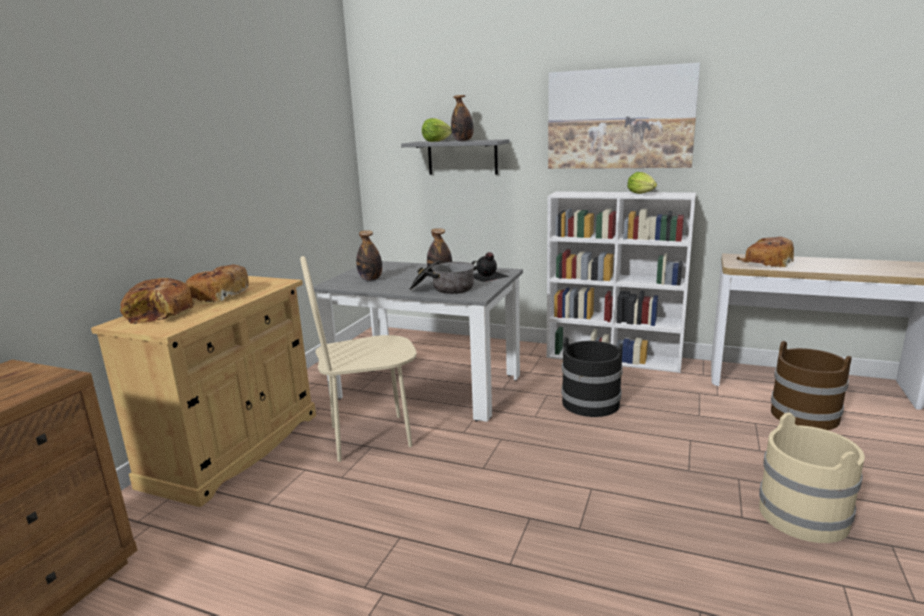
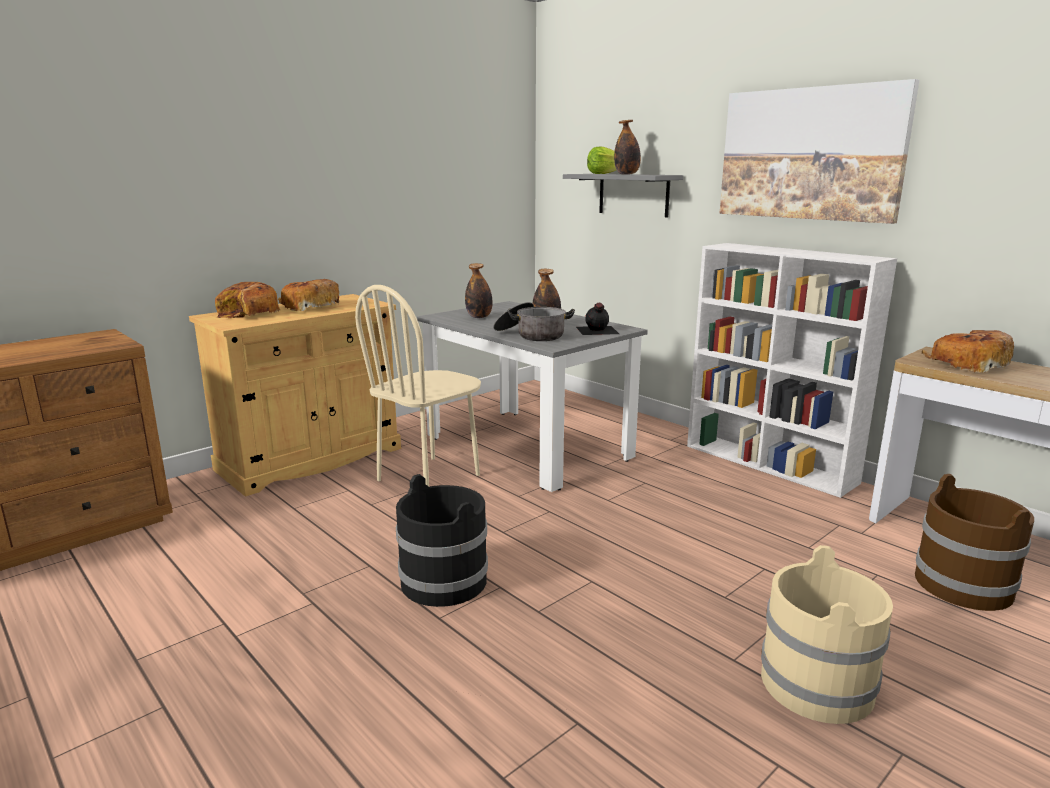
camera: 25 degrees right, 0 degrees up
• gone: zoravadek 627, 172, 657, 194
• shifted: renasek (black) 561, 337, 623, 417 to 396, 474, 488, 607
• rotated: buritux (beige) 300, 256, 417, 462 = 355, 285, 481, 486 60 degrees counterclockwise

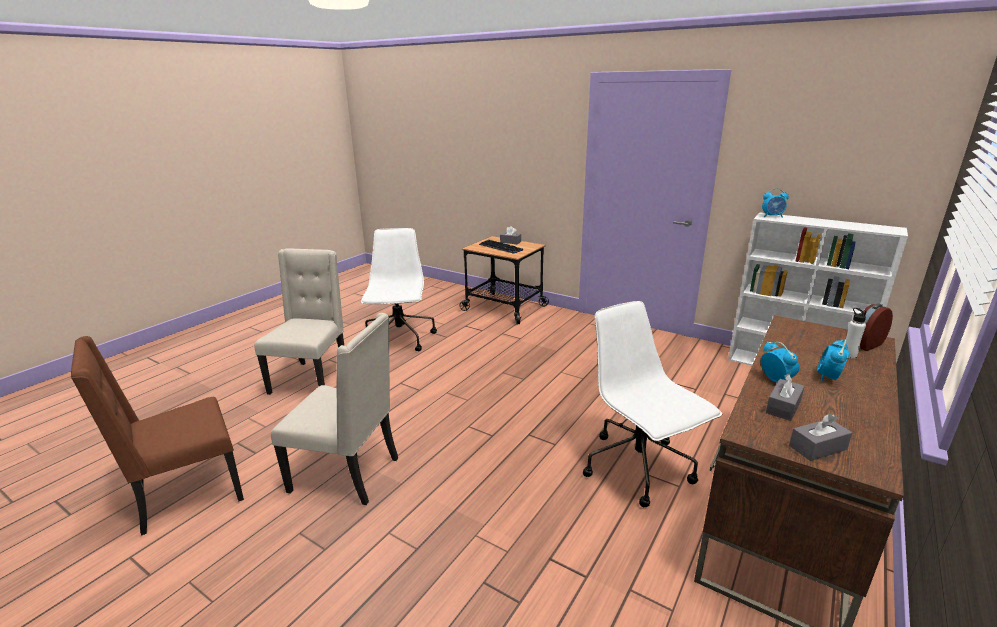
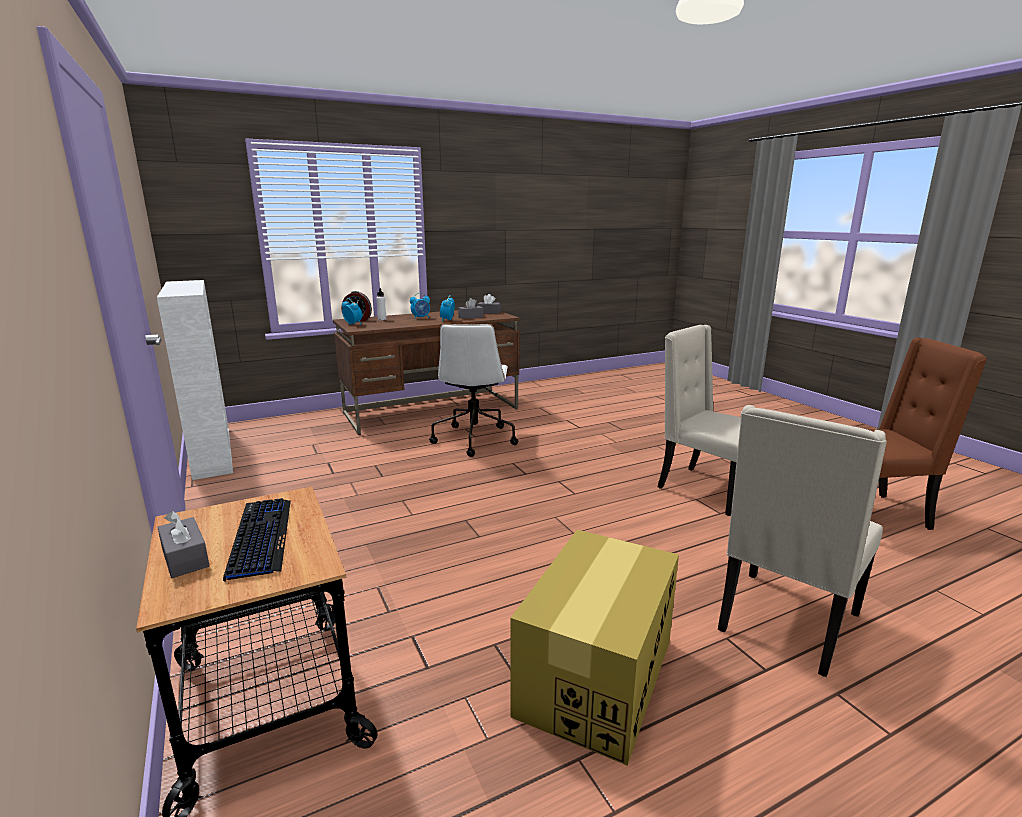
camera: 150 degrees left, 5 degrees down
• shifted: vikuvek 762, 188, 789, 218 to 342, 298, 362, 324
• swapped: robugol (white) 361, 228, 437, 351 to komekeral 510, 530, 679, 766

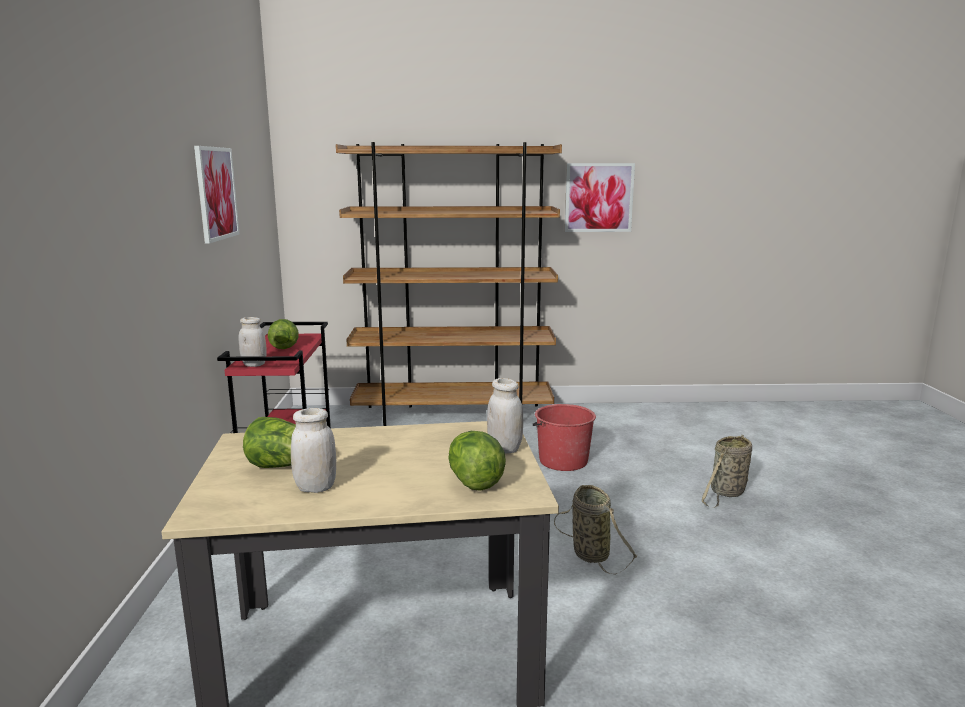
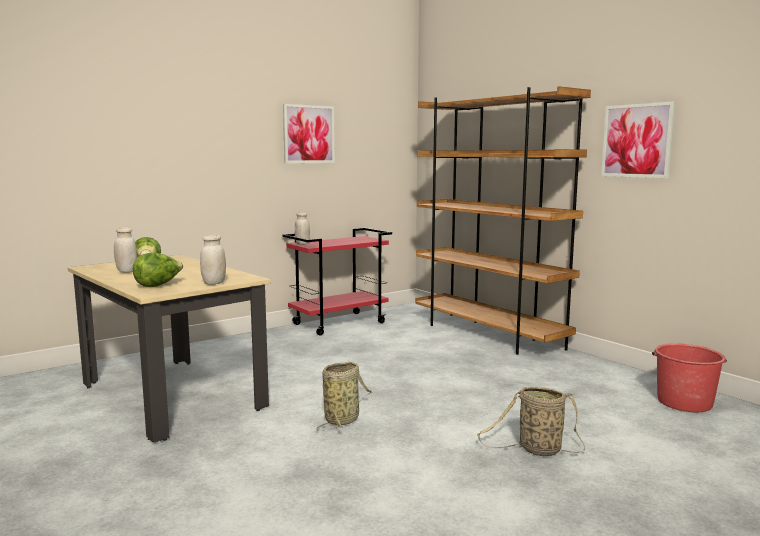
camera: 55 degrees right, 5 degrees down
• gone: zoravadek 268, 319, 299, 349
• shifted: renasek (red) 533, 404, 596, 471 to 652, 343, 727, 412

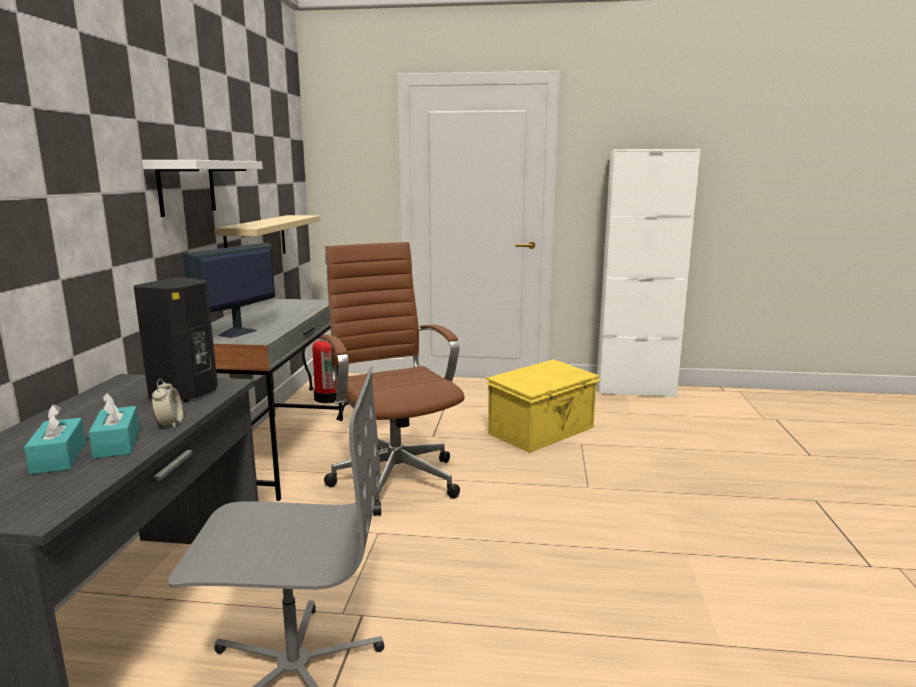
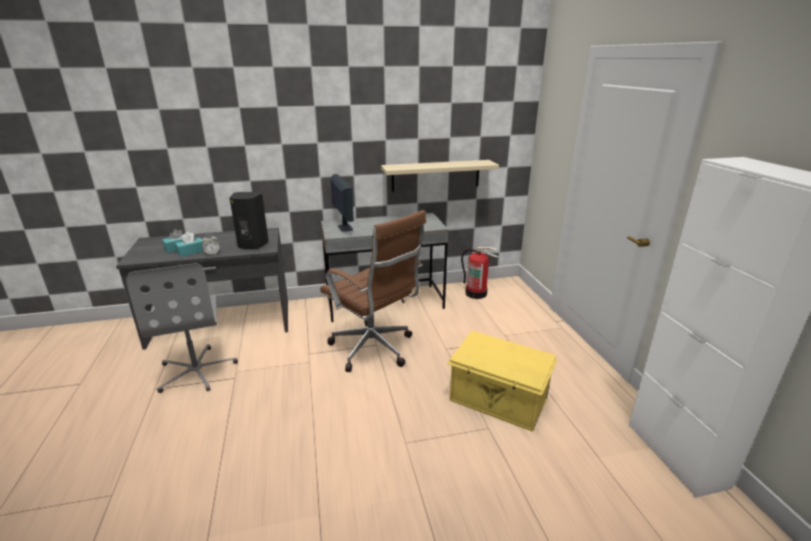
camera: 70 degrees right, 10 degrees up
• gone: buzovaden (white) 142, 160, 263, 217
• rotated: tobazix 183, 243, 275, 338 = 331, 174, 354, 232 60 degrees clockwise
• rotated: robugol (brown) 320, 242, 464, 516 = 320, 210, 426, 372 90 degrees clockwise

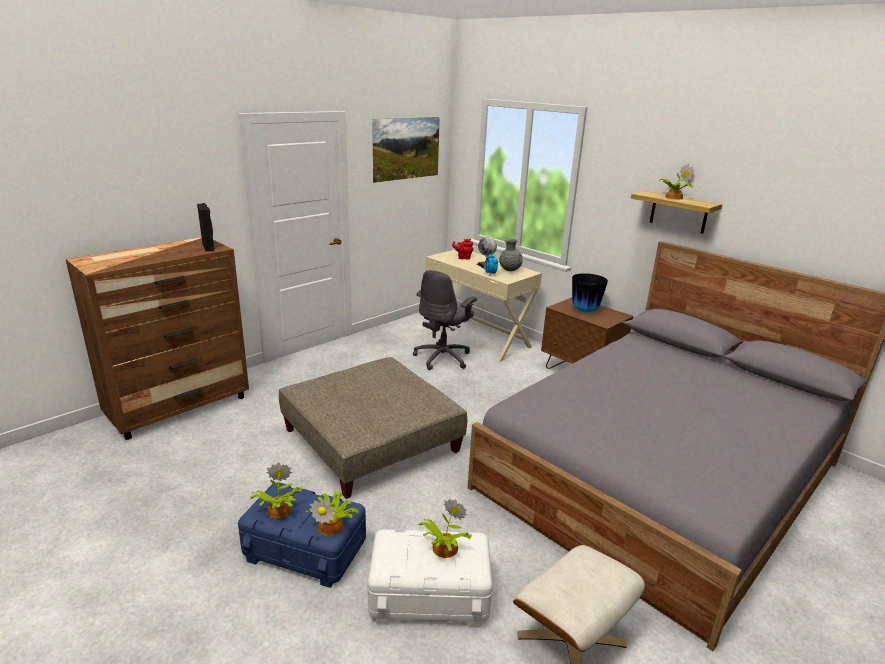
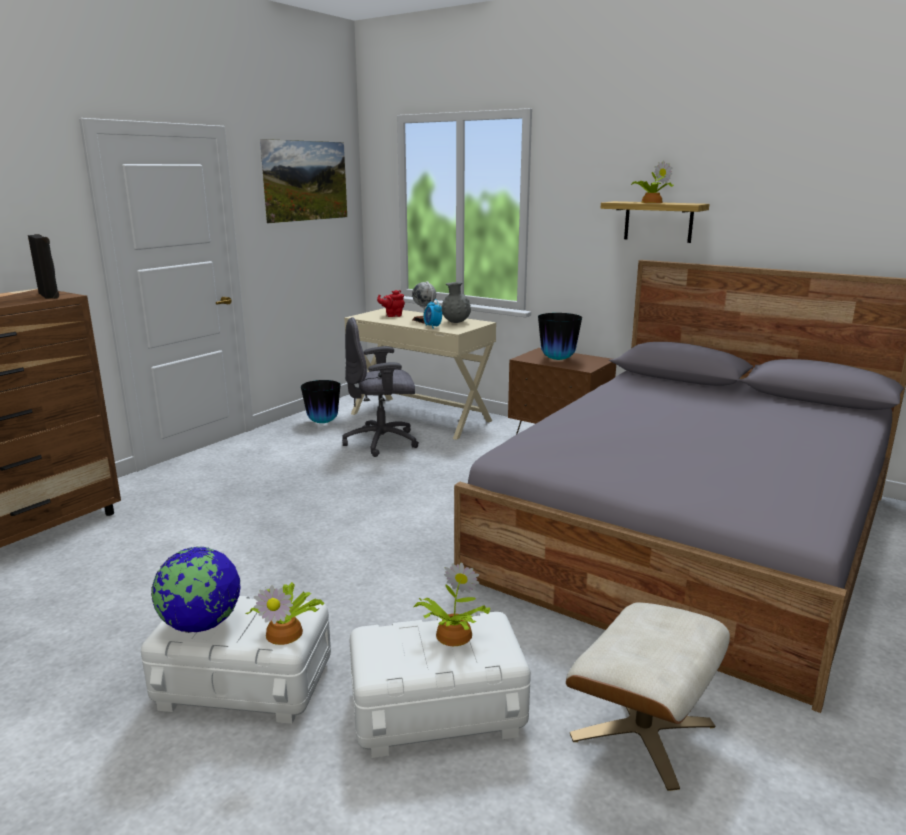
camera: 10 degrees left, 5 degrees down
• gone: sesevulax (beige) 279, 357, 468, 499
• new: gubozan 301, 380, 340, 423
• swapped: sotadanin 250, 463, 302, 518 to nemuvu 151, 546, 241, 633
• repainted: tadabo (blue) 238, 482, 366, 588 to tadabo (white) 141, 596, 331, 724
• rotated: robugol (grey) 413, 270, 477, 370 = 342, 317, 419, 457 60 degrees clockwise

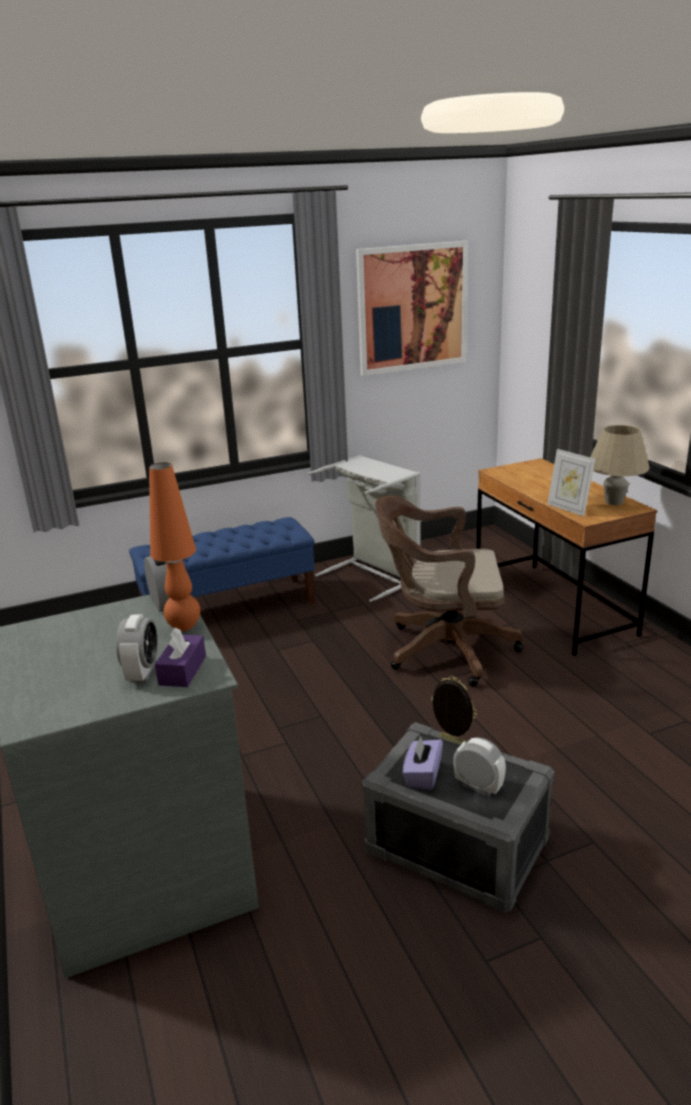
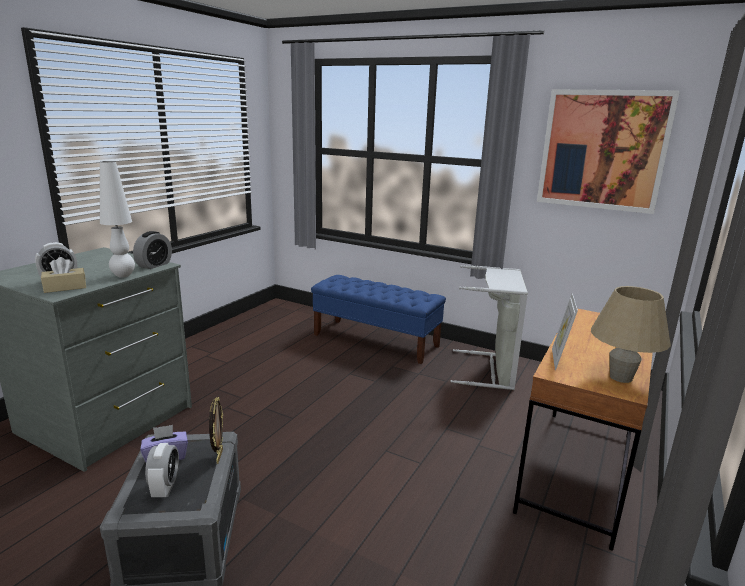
camera: 50 degrees right, 5 degrees down
• gone: robugol (brown) 375, 496, 523, 687
• repainted: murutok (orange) 149, 462, 200, 631 to murutok (white) 100, 161, 135, 278
• repainted: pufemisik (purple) 155, 627, 206, 687 to pufemisik (beige) 41, 257, 86, 293

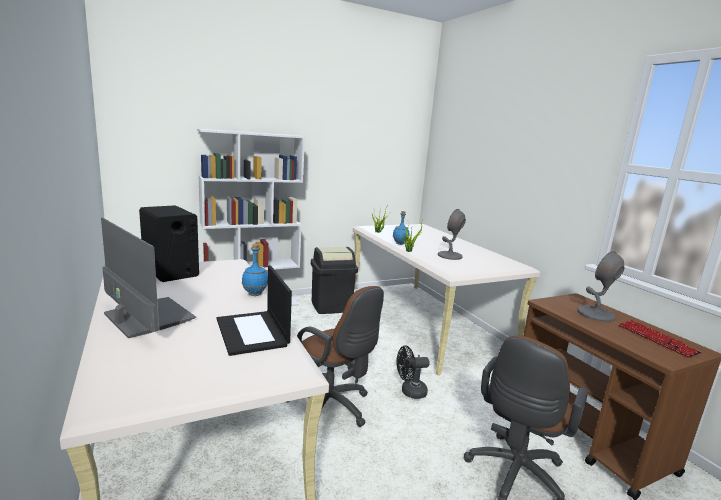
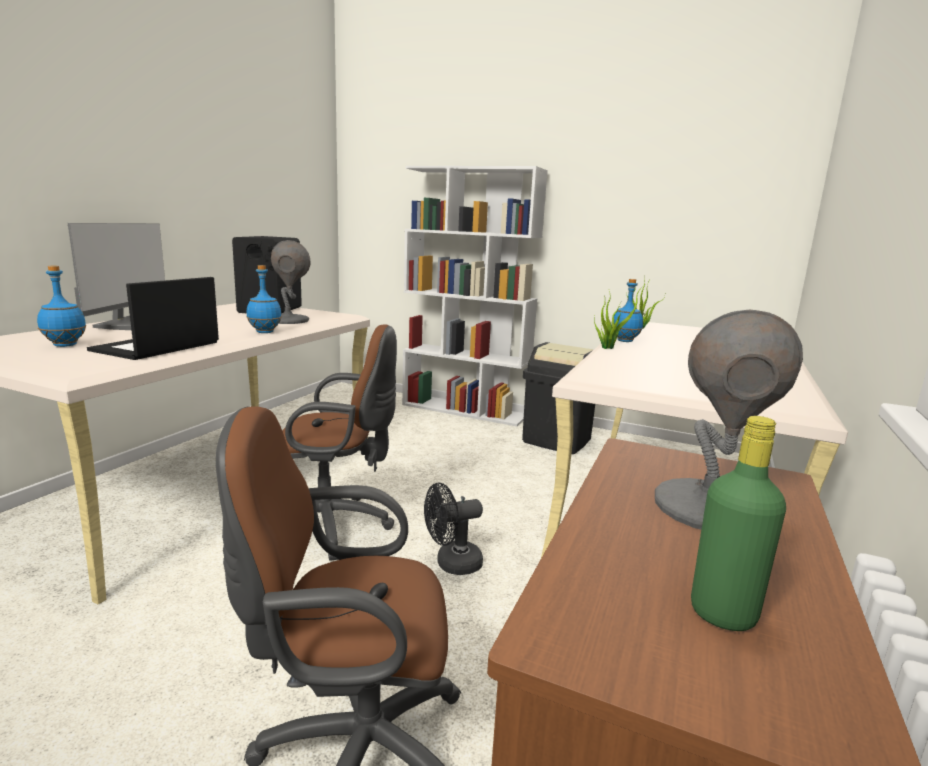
camera: 50 degrees right, 0 degrees up
• new: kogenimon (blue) 37, 266, 86, 347
• shifted: murutok (grey) 438, 209, 466, 260 to 271, 240, 310, 324
• swapped: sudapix 618, 320, 702, 358 to kogenimon (green) 691, 416, 786, 631
• rotated: robugol (brown) 287, 286, 384, 427 = 282, 324, 397, 561 90 degrees counterclockwise
• rotated: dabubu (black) 396, 346, 430, 399 = 424, 483, 483, 575 60 degrees counterclockwise

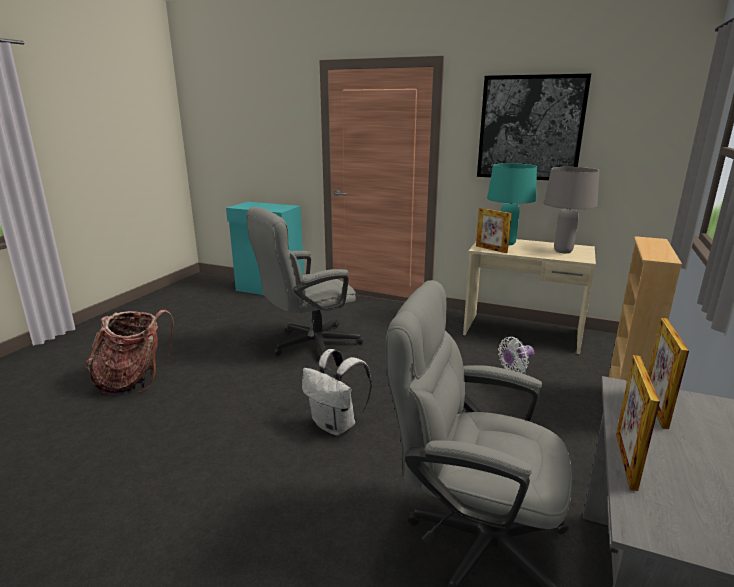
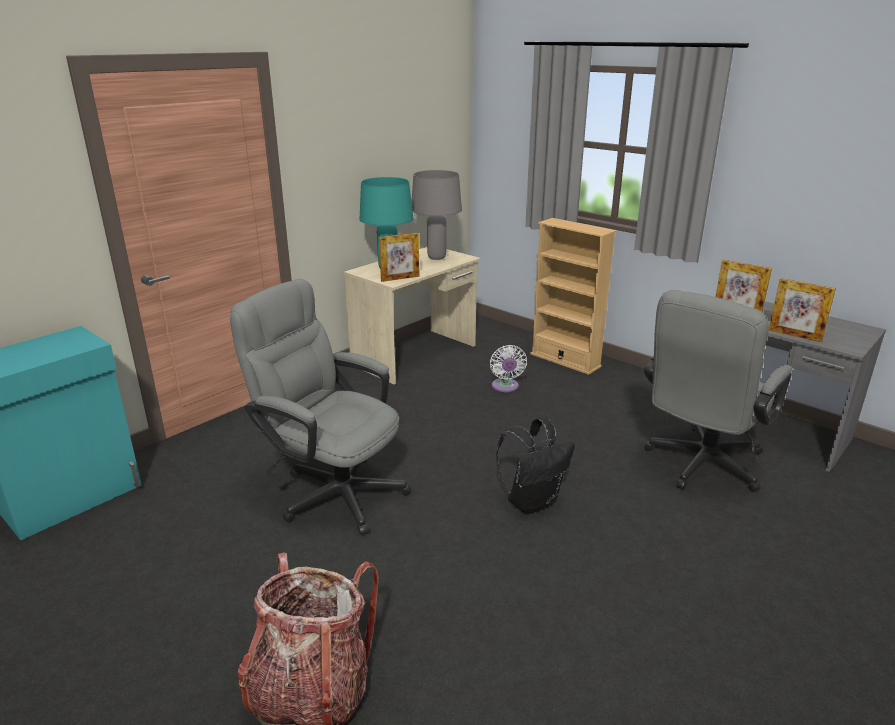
camera: 70 degrees left, 5 degrees up
• gone: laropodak 477, 74, 591, 180
• repainted: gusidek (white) 302, 349, 372, 436 to gusidek (black) 496, 417, 575, 514
• rotated: robugol (grey) 246, 207, 363, 356 = 230, 279, 411, 535 135 degrees clockwise

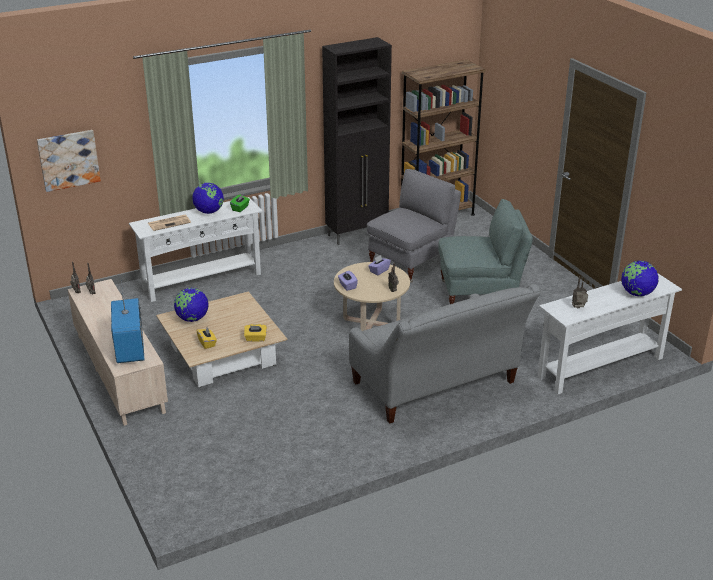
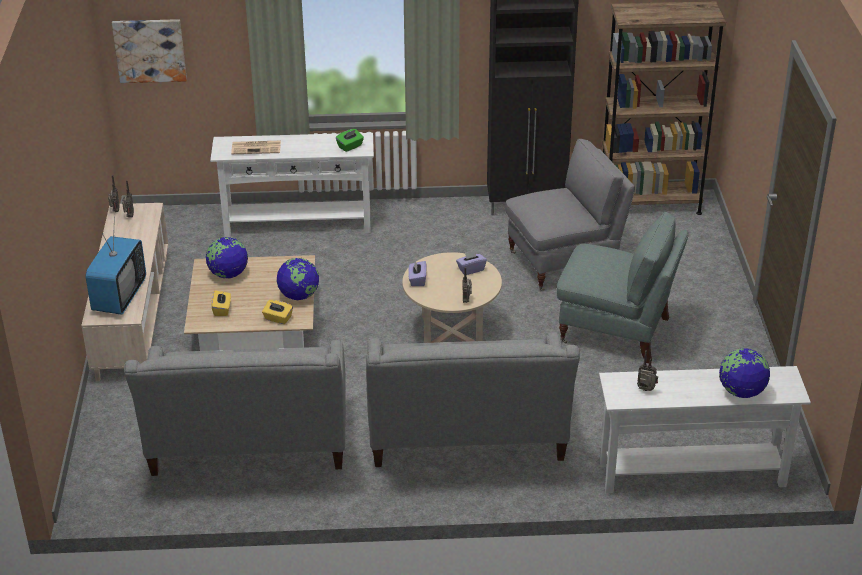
camera: 25 degrees right, 5 degrees up
• new: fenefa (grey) 124, 340, 346, 476
• shifted: nemuvu 192, 183, 224, 214 to 277, 258, 319, 300

